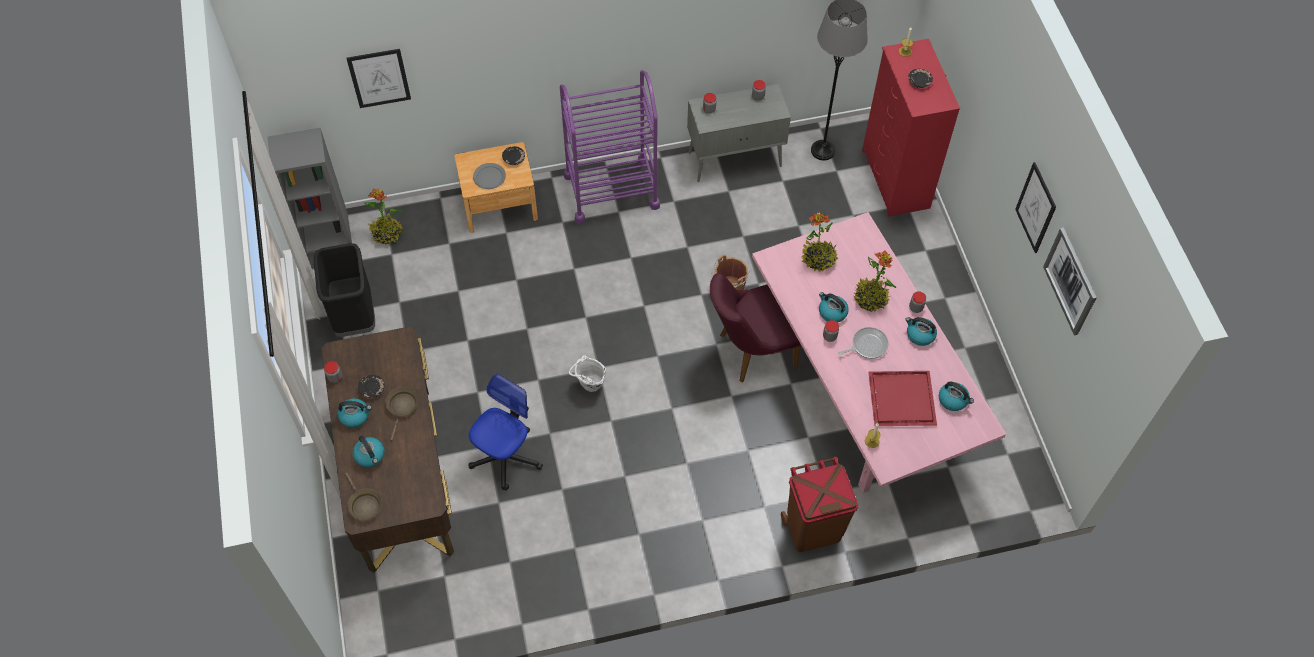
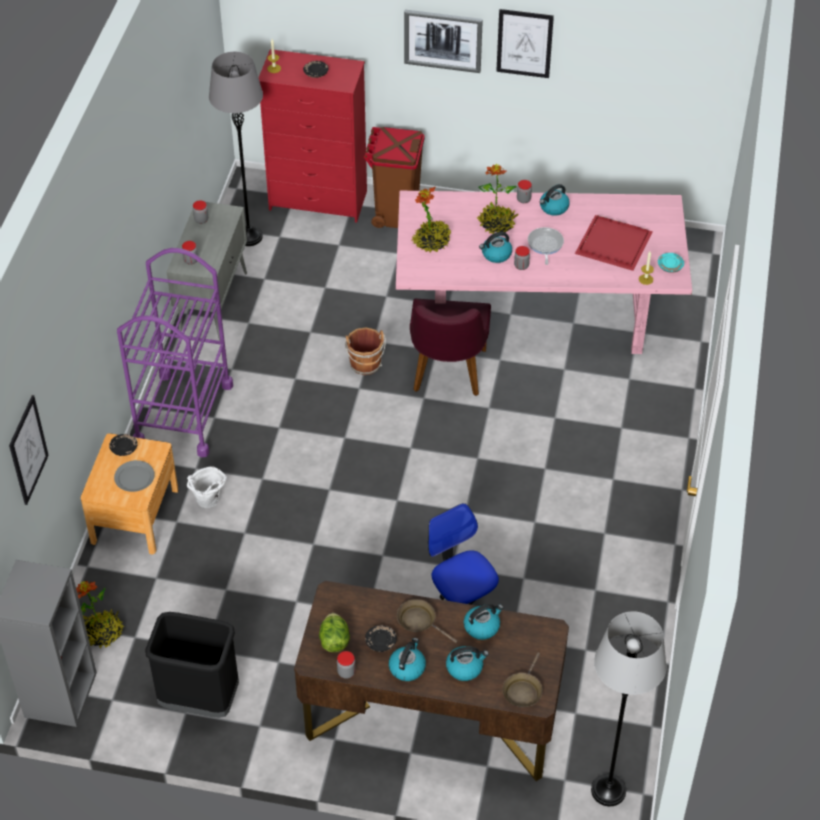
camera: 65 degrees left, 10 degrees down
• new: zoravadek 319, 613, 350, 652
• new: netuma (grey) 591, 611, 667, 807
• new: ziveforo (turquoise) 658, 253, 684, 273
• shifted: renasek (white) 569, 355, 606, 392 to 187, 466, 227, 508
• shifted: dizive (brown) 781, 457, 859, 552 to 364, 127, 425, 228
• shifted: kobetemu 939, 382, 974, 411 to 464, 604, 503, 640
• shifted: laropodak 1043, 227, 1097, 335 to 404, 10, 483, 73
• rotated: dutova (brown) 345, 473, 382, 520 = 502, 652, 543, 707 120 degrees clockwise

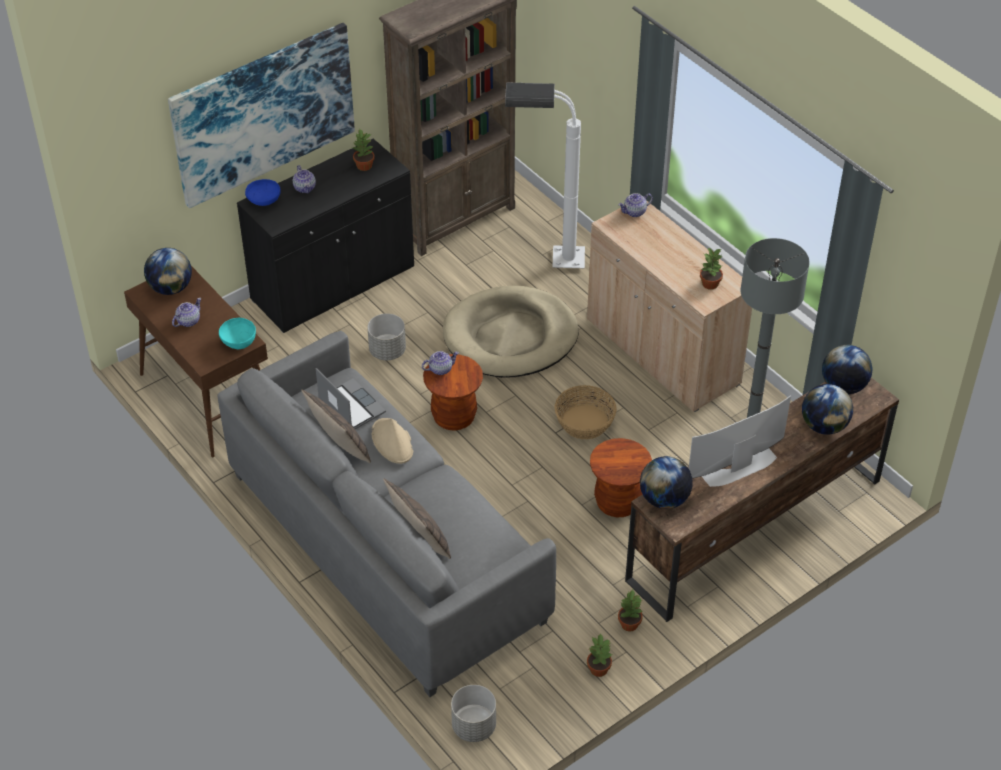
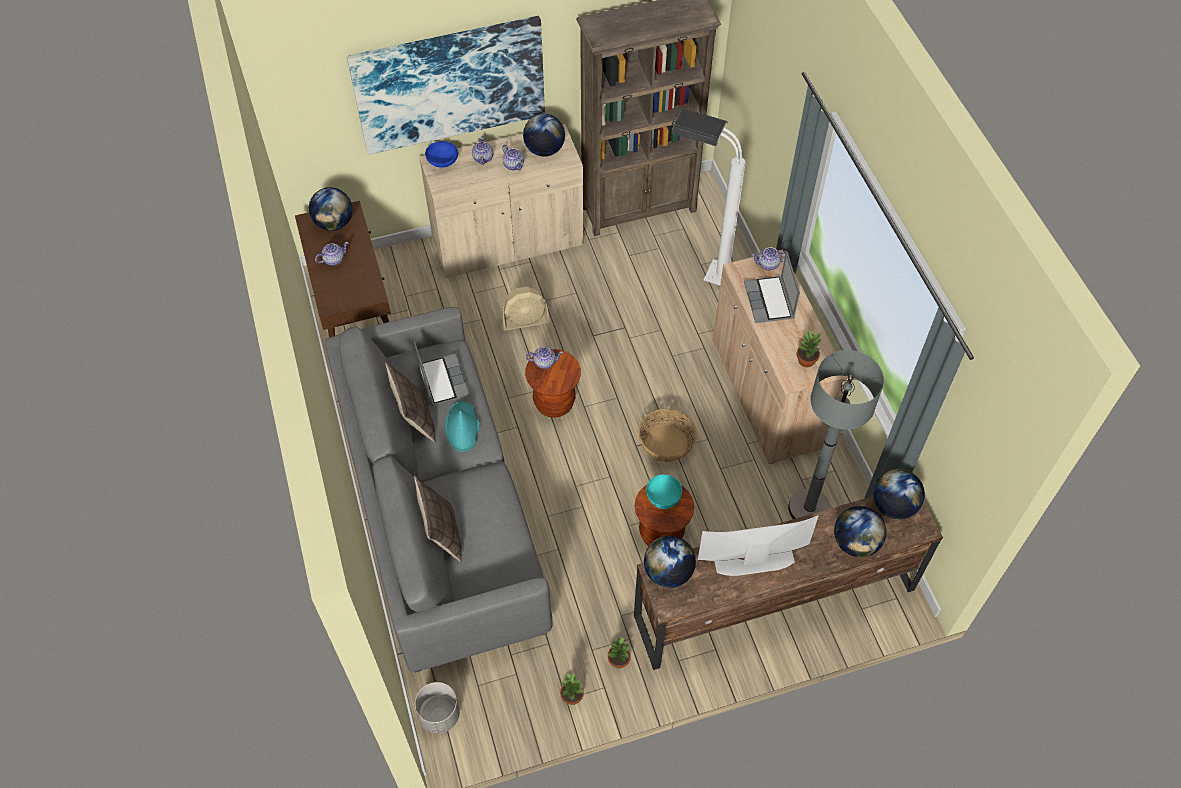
camera: 20 degrees right, 10 degrees up
• gone: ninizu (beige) 443, 286, 579, 378
• new: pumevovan 502, 145, 524, 170
• new: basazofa 744, 251, 800, 323
• shifted: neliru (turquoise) 219, 318, 256, 349 to 646, 474, 682, 509
• swapped: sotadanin 352, 130, 375, 171 to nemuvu 523, 114, 565, 157
• swapped: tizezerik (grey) 367, 313, 406, 360 to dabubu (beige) 501, 286, 550, 331
• repainted: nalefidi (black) 237, 139, 414, 333 to nalefidi (beige) 419, 124, 583, 278
• repainted: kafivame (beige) 371, 418, 413, 464 to kafivame (turquoise) 445, 401, 480, 452

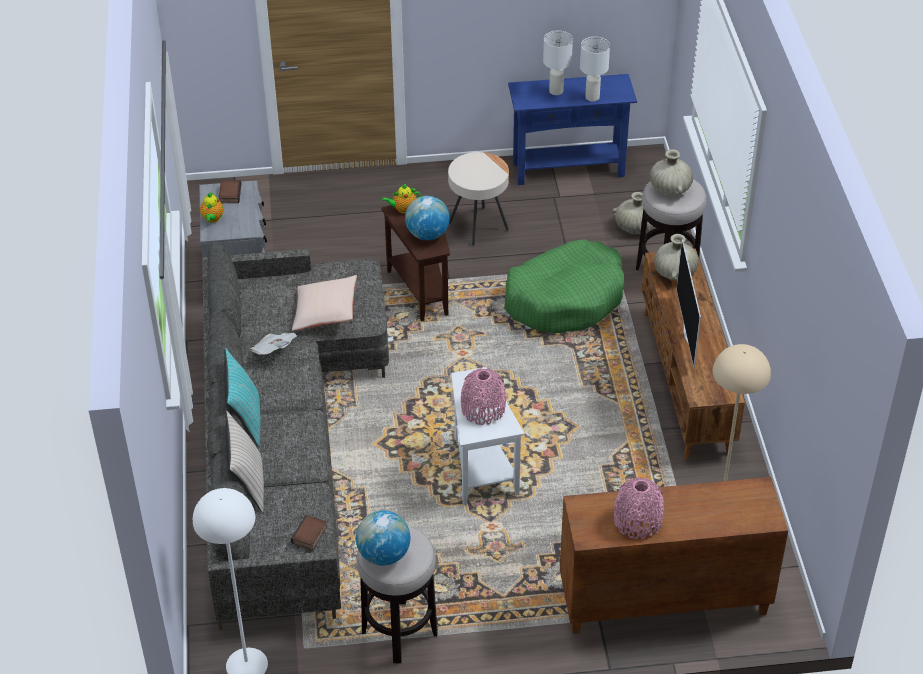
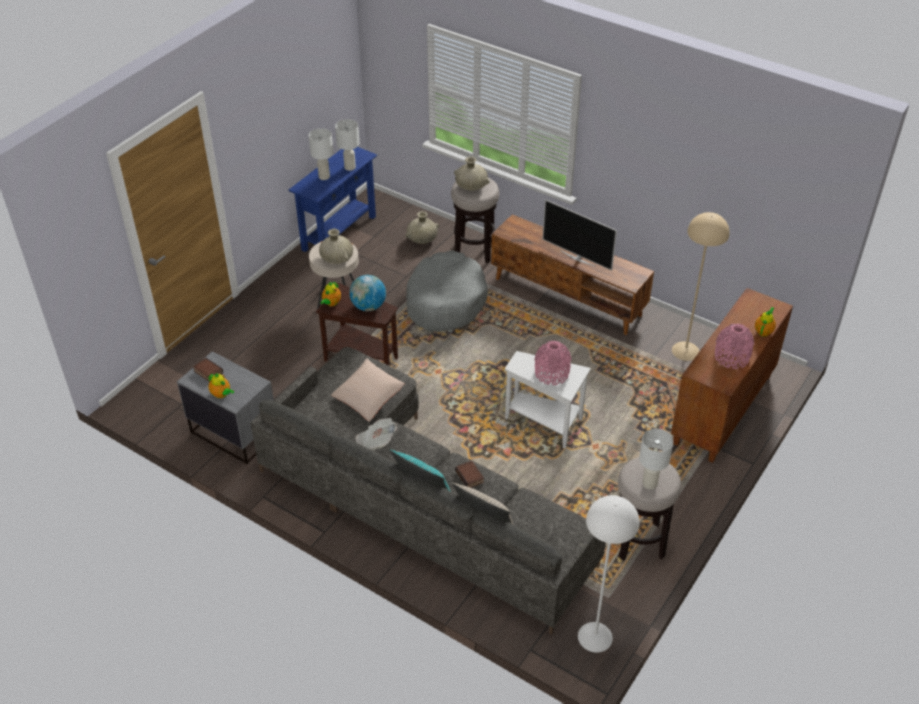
camera: 50 degrees left, 0 degrees up
• new: pumevovan 755, 307, 776, 336
• shifted: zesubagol 291, 515, 327, 550 to 455, 460, 484, 488
• shifted: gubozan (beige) 654, 234, 699, 280 to 319, 229, 353, 264
• swapped: nemuvu 356, 511, 410, 566 to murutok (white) 639, 429, 673, 490
• repainted: ninizu (green) 504, 239, 624, 333 to ninizu (grey) 406, 250, 488, 332

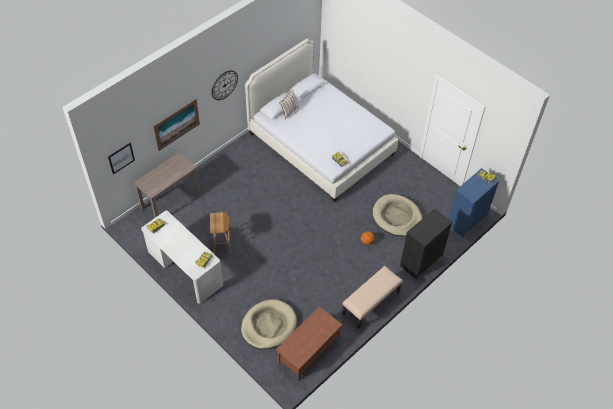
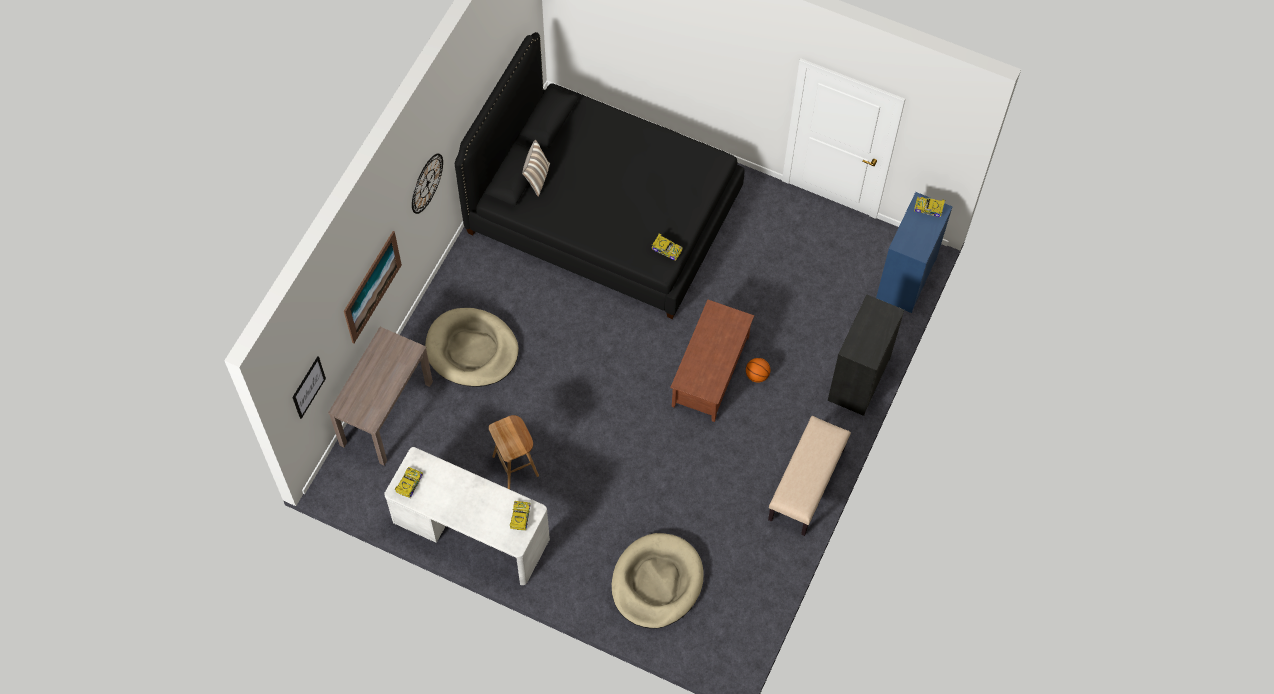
camera: 20 degrees left, 10 degrees up
• shifted: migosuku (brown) 276, 306, 342, 380 to 670, 299, 754, 422
• shifted: ninizu (beige) 373, 194, 422, 236 to 425, 308, 519, 387
• repainted: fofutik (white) 245, 39, 398, 202 to fofutik (black) 455, 32, 744, 319

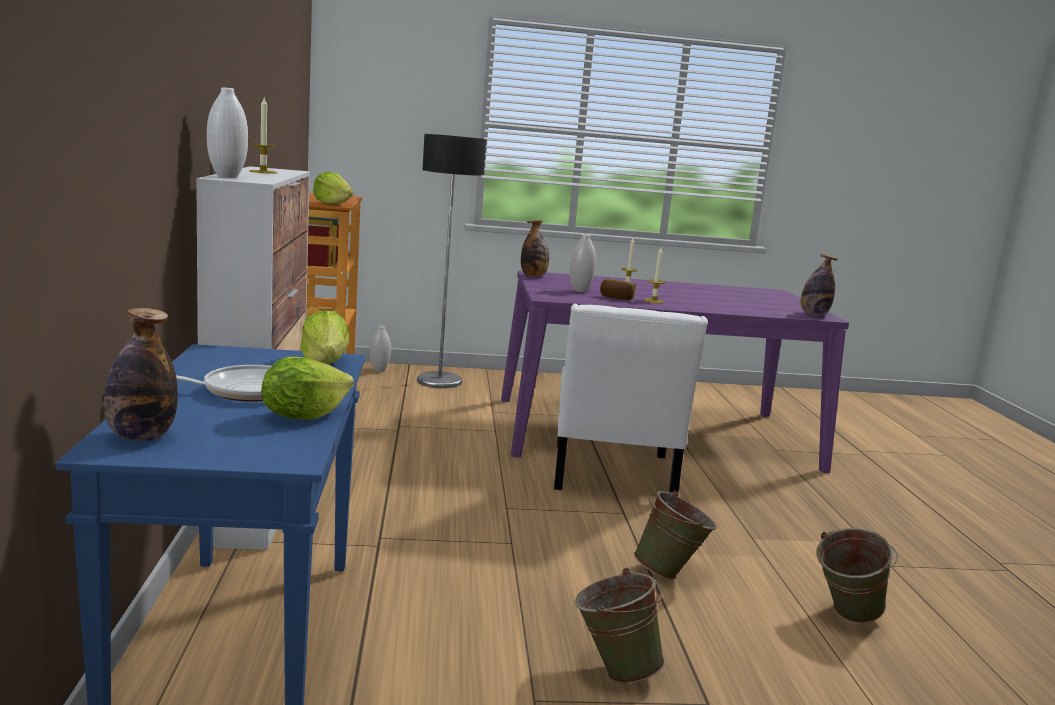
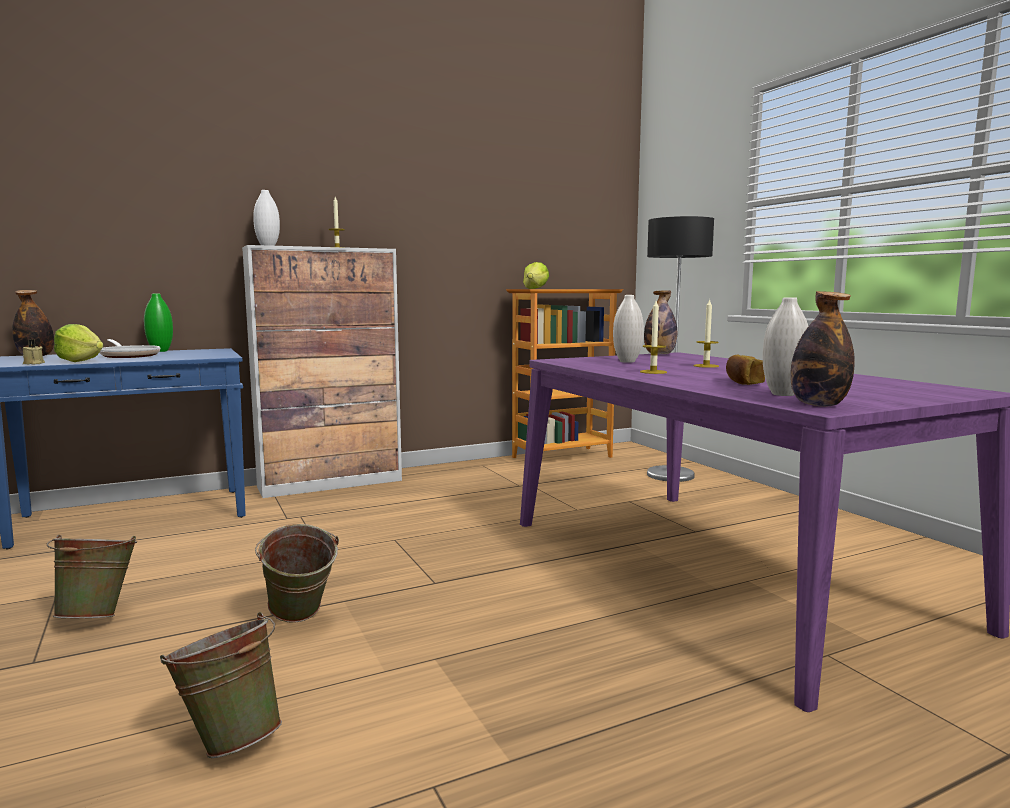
camera: 70 degrees right, 5 degrees down
• gone: zoravadek 300, 310, 349, 364
• gone: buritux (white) 554, 304, 708, 494
• new: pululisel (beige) 22, 339, 45, 364
• new: gubozan (green) 144, 294, 173, 352
• shifted: gubozan (white) 370, 326, 391, 372 to 763, 297, 808, 396
• shifted: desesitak 600, 279, 636, 300 to 726, 355, 765, 385

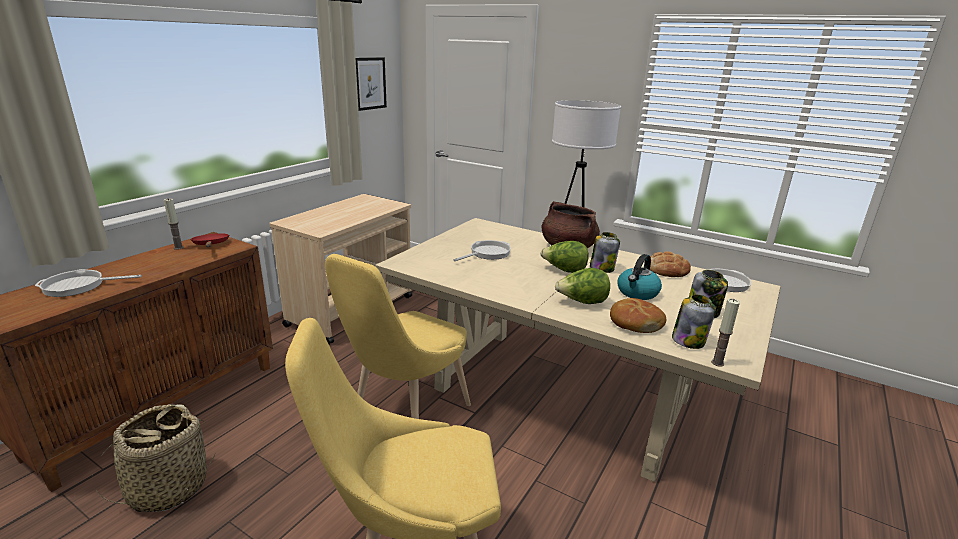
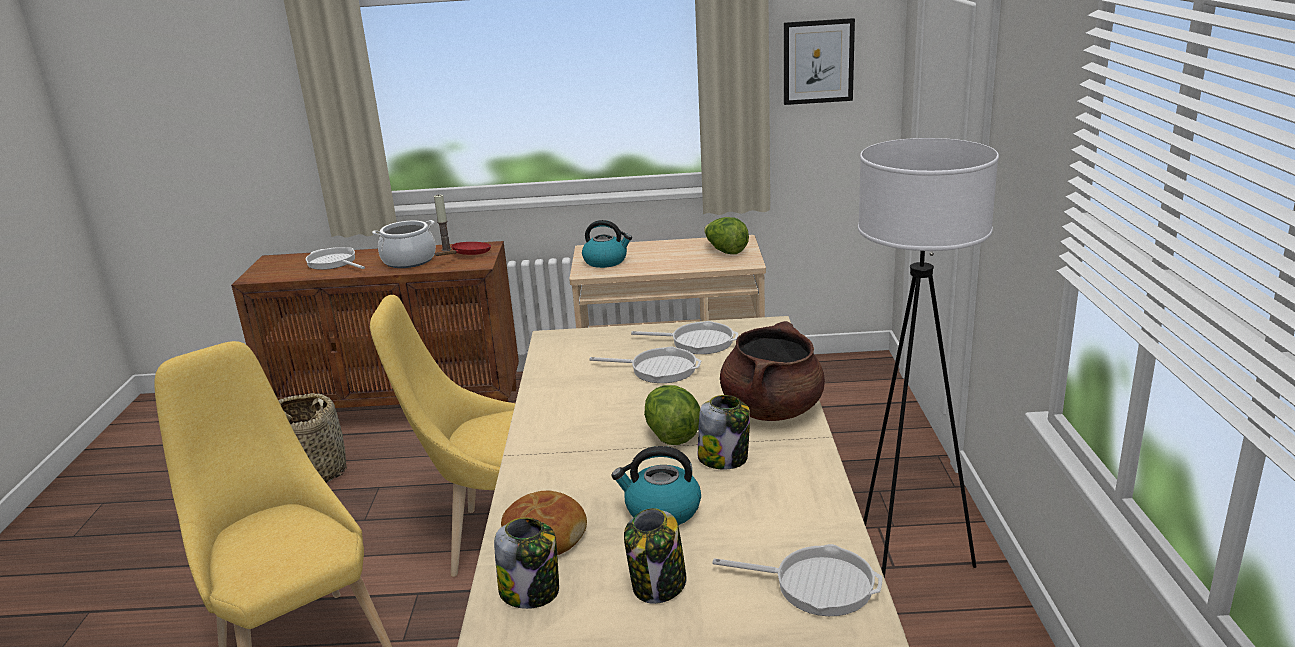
camera: 60 degrees right, 0 degrees up
• gone: desesitak 650, 251, 691, 277
• gone: pululisel 711, 299, 740, 367
• new: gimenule 372, 220, 436, 268
• new: kobetemu 582, 220, 632, 268
• new: dutova 631, 321, 739, 354
• shifted: zoravadek 555, 268, 610, 304 to 704, 217, 749, 254

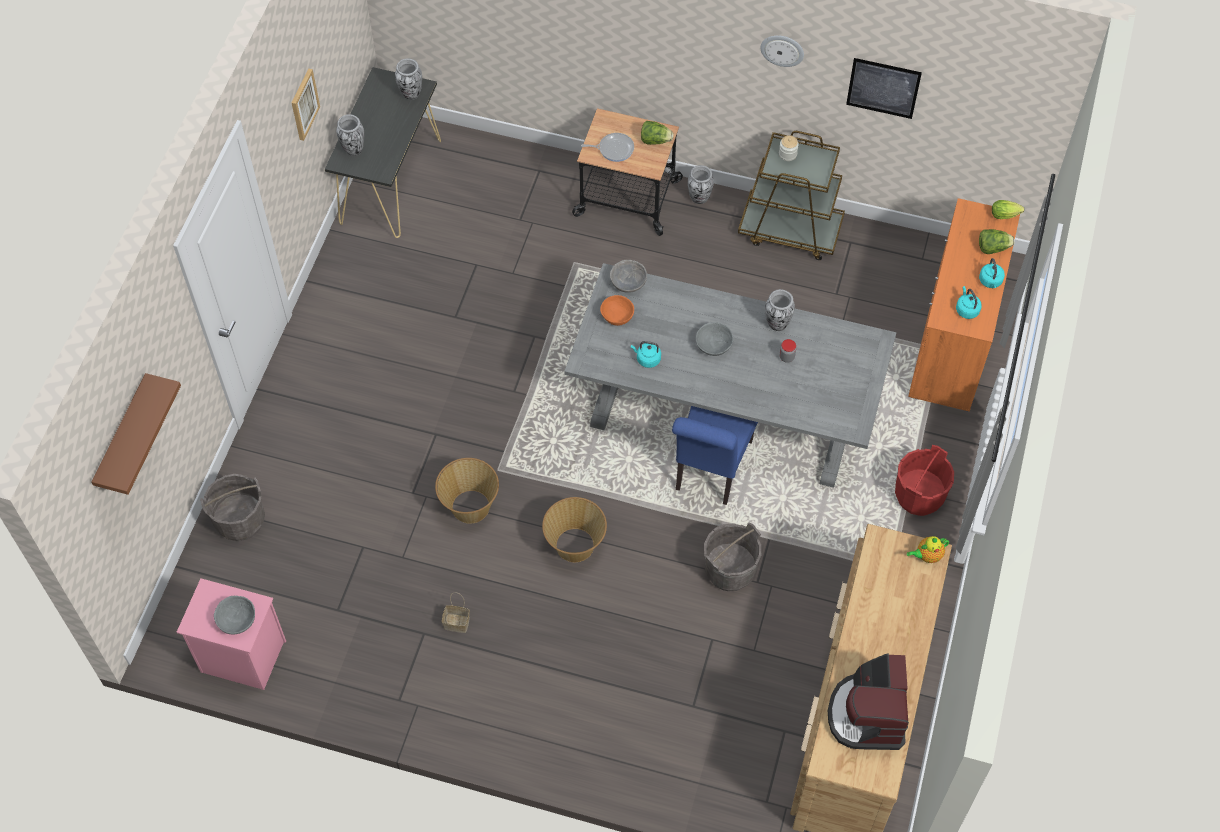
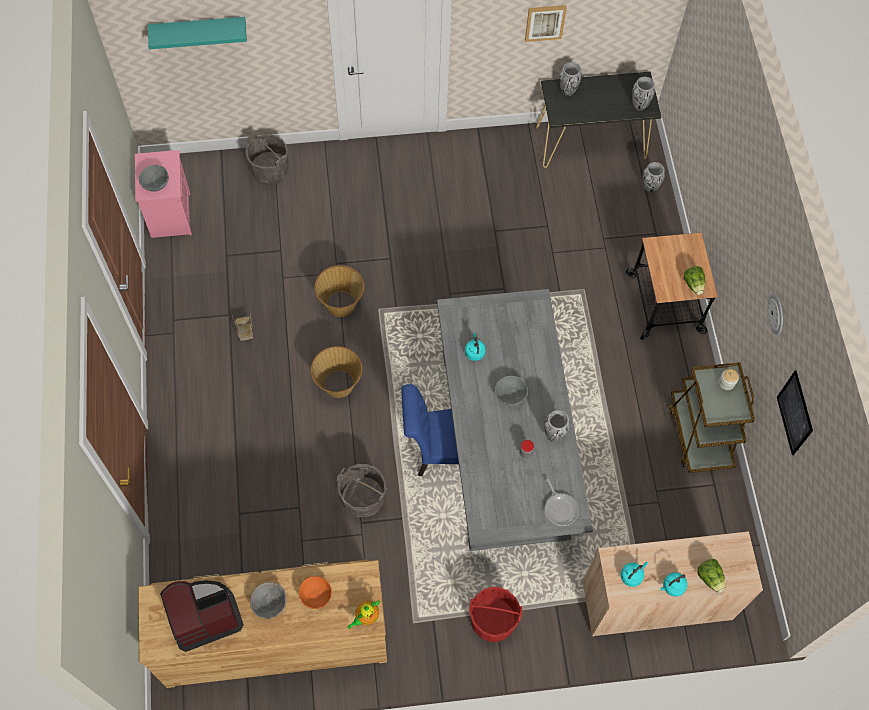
camera: 65 degrees right, 5 degrees up
• gone: zoravadek 992, 200, 1024, 219
• shifted: dutova 581, 133, 634, 162 to 545, 479, 579, 526
• shifted: neliru (orange) 600, 295, 634, 326 to 299, 576, 332, 609
• shifted: neliru (grey) 610, 260, 647, 293 to 250, 582, 286, 619
• shifted: gubozan 688, 165, 714, 204 to 643, 162, 665, 193
• repainted: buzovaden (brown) 91, 373, 181, 495 to buzovaden (turquoise) 148, 17, 247, 49
• repainted: nalefidi (orange) 908, 198, 1020, 412 to nalefidi (beige) 583, 531, 763, 636
• rotated: pumevovan 907, 536, 949, 563 = 347, 600, 380, 629 90 degrees counterclockwise

